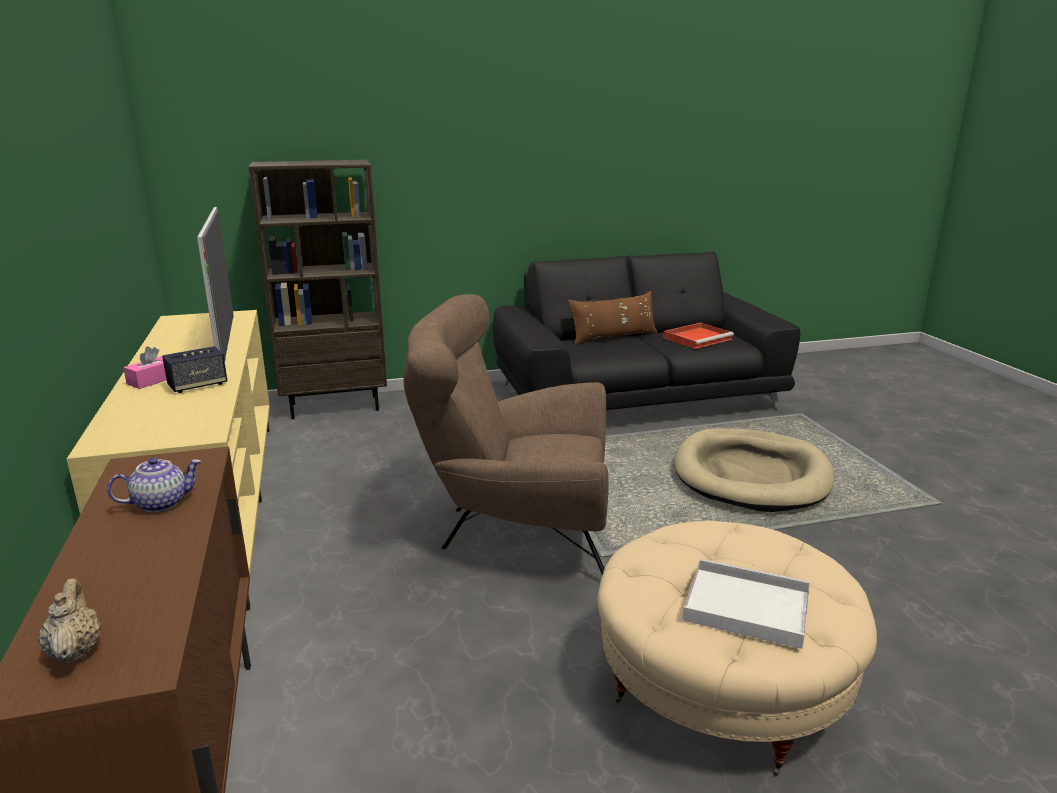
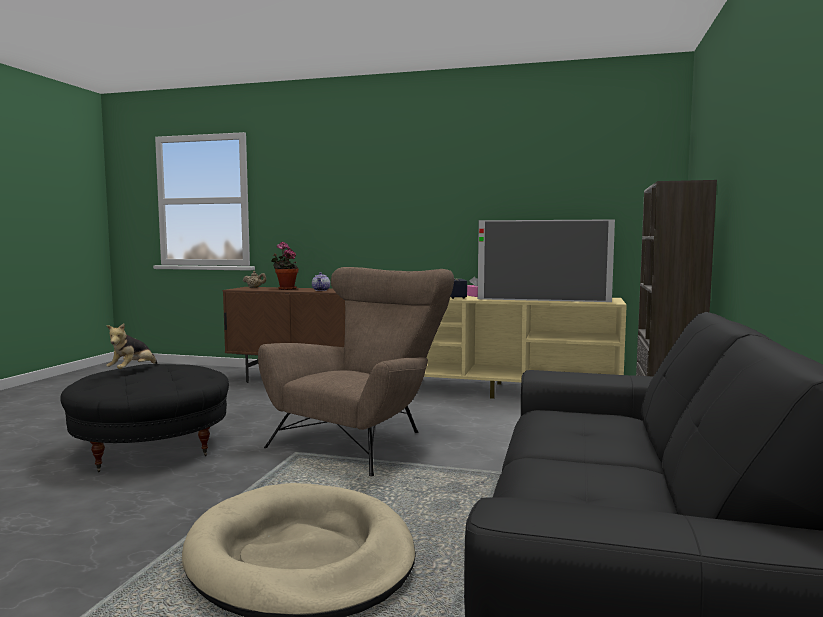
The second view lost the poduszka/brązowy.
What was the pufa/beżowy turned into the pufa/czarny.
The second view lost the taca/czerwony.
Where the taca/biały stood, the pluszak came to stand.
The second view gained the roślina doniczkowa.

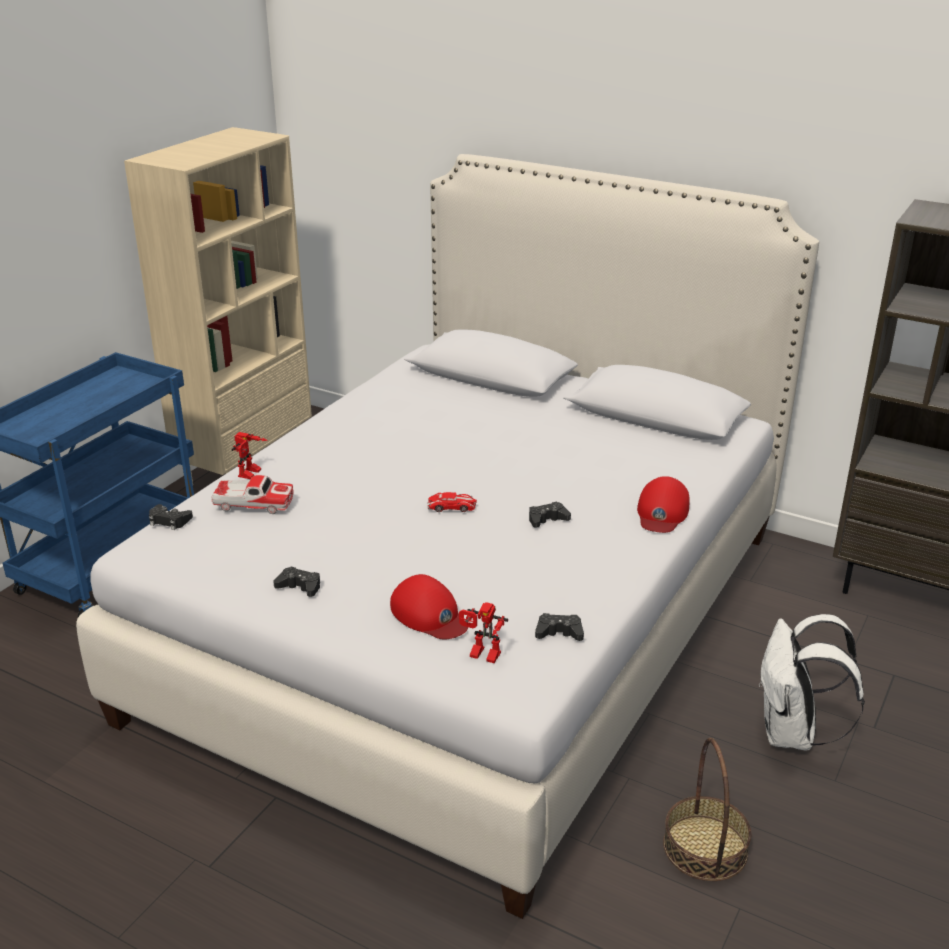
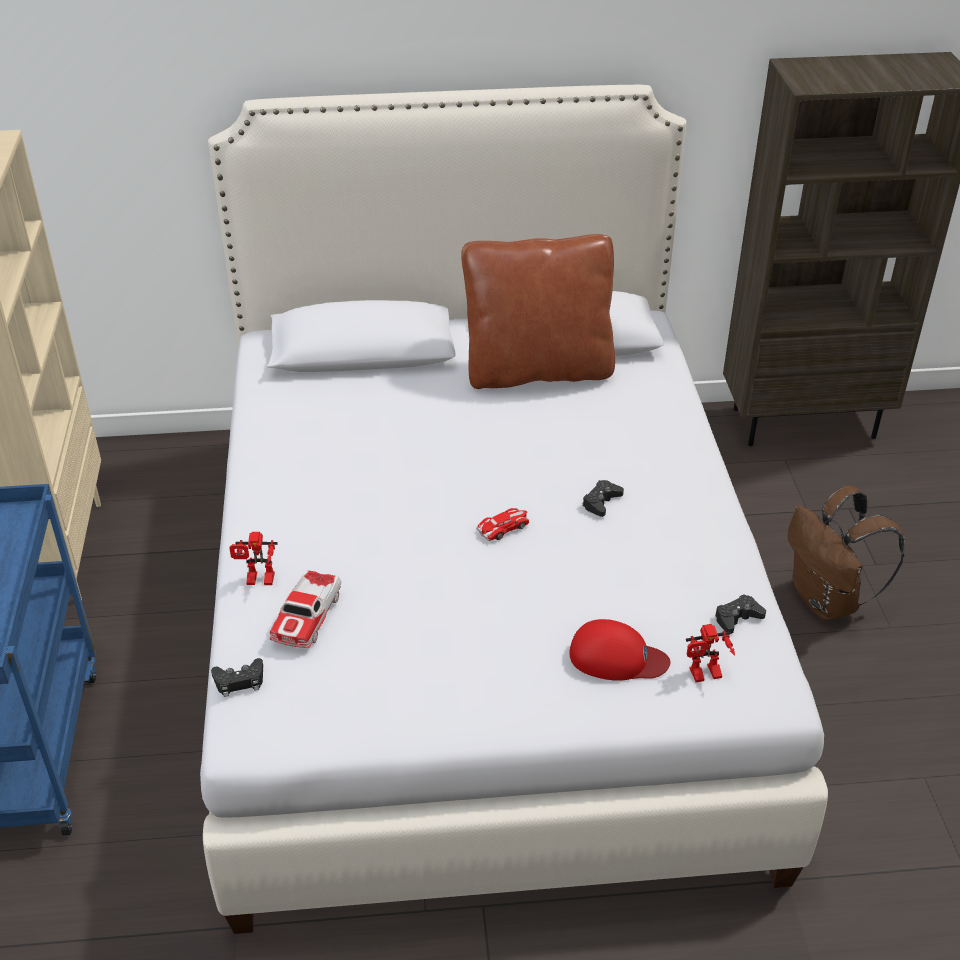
The samochodzik (1st from left) ended up facing another way, 135 degrees clockwise from before.
The robot zabawkowy (1st from left) ended up facing another way, 105 degrees clockwise from before.
The second view lost the pad do gier/czarny (2nd from left).
The second view lost the czapka z daszkiem/czerwony (2nd from left).
The second view lost the koszyk.
What was the plecak/biały turned into the plecak/brązowy.
The second view gained the poduszka/brązowy.

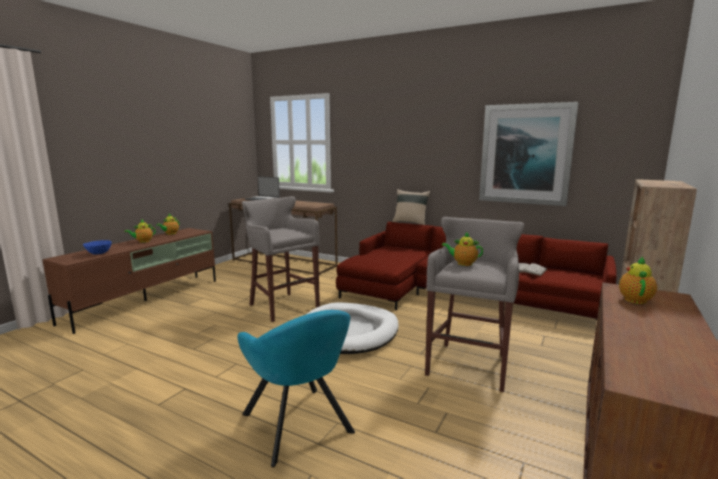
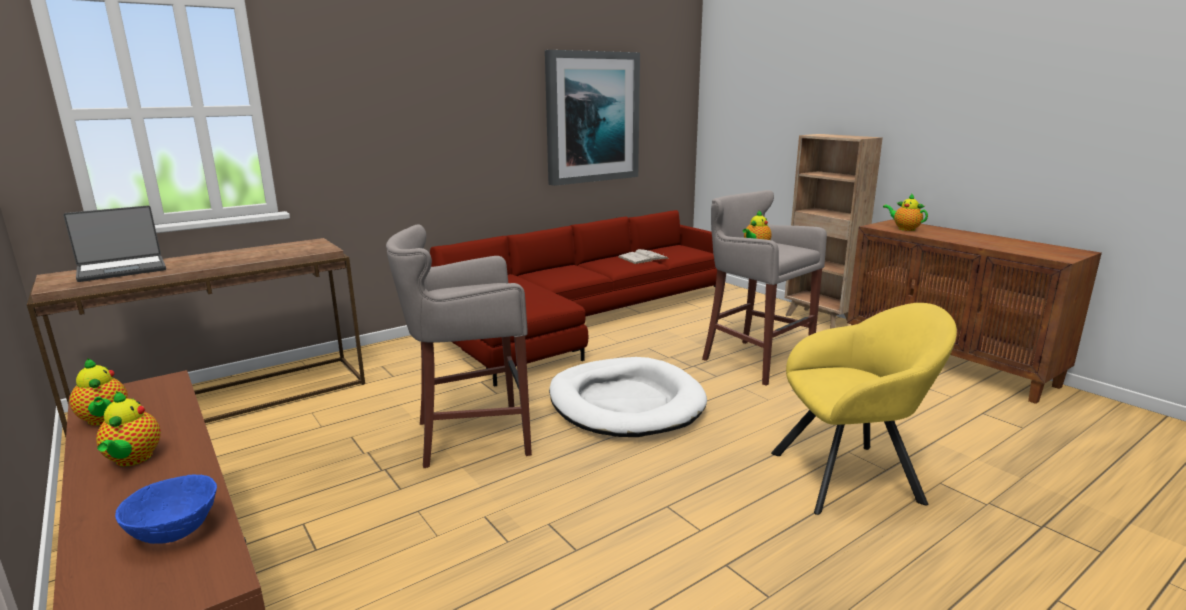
What was the fotel/turkusowy turned into the fotel/żółty.
The second view lost the poduszka/beżowy.

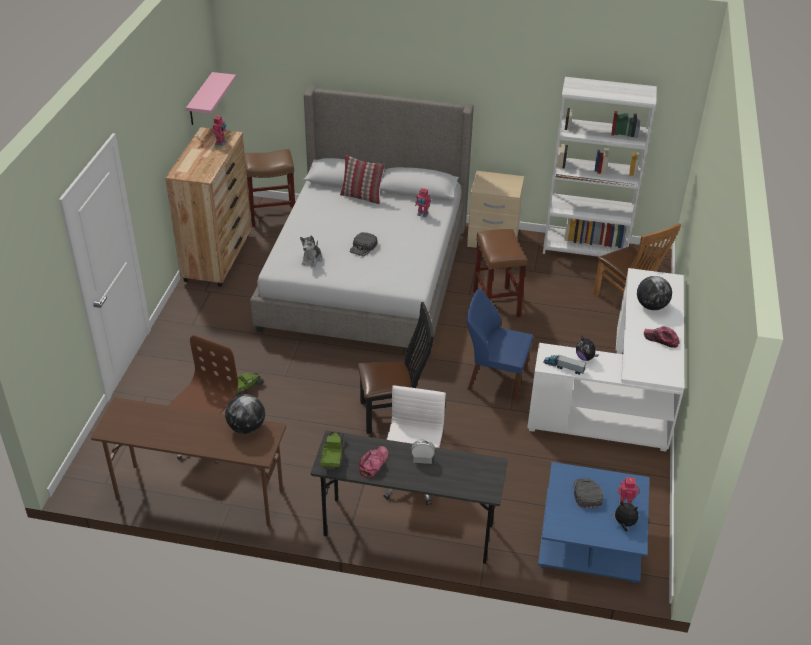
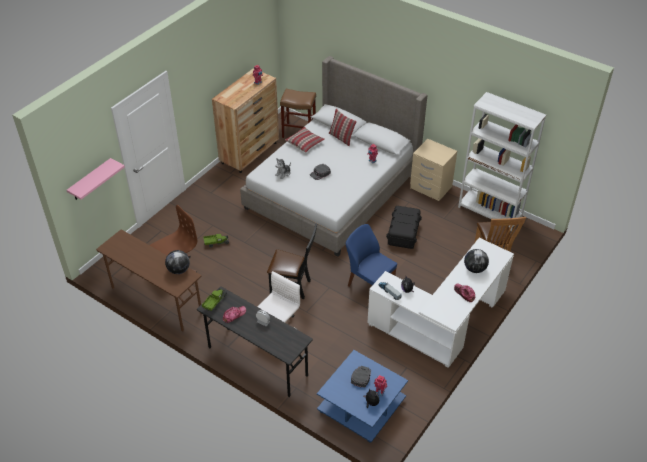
The półka/różowy ended up elsewhere.
Where the stołek/brązowy (2nd from left) stood, the pojemnik do przechowywania/czarny came to stand.
The second view gained the poduszka (1st from left).

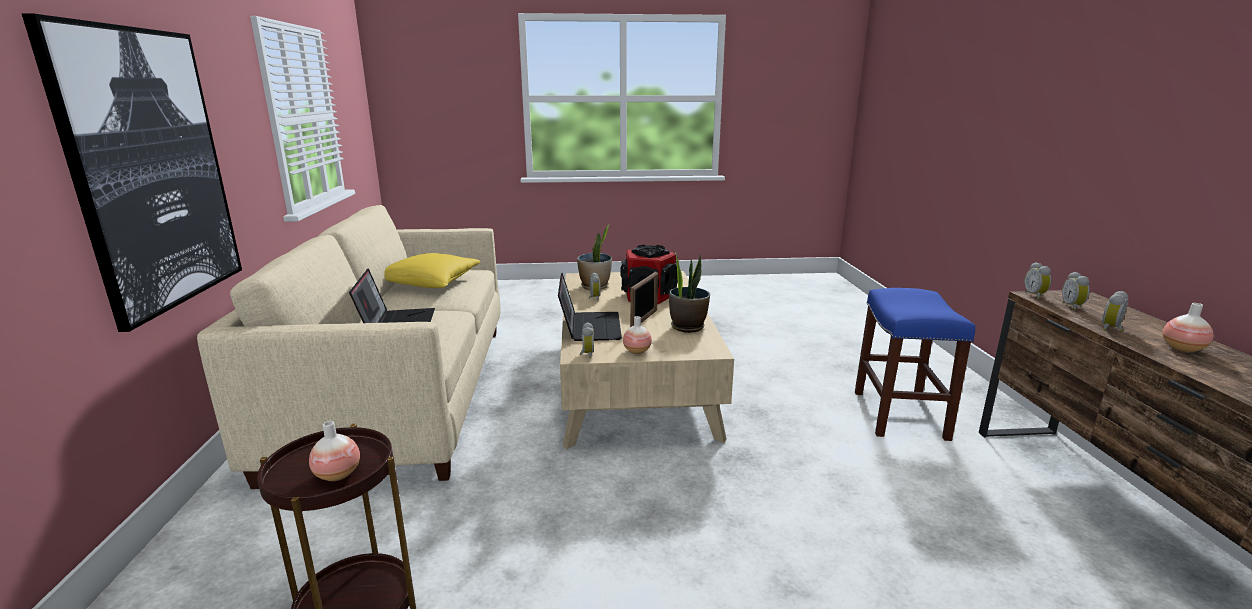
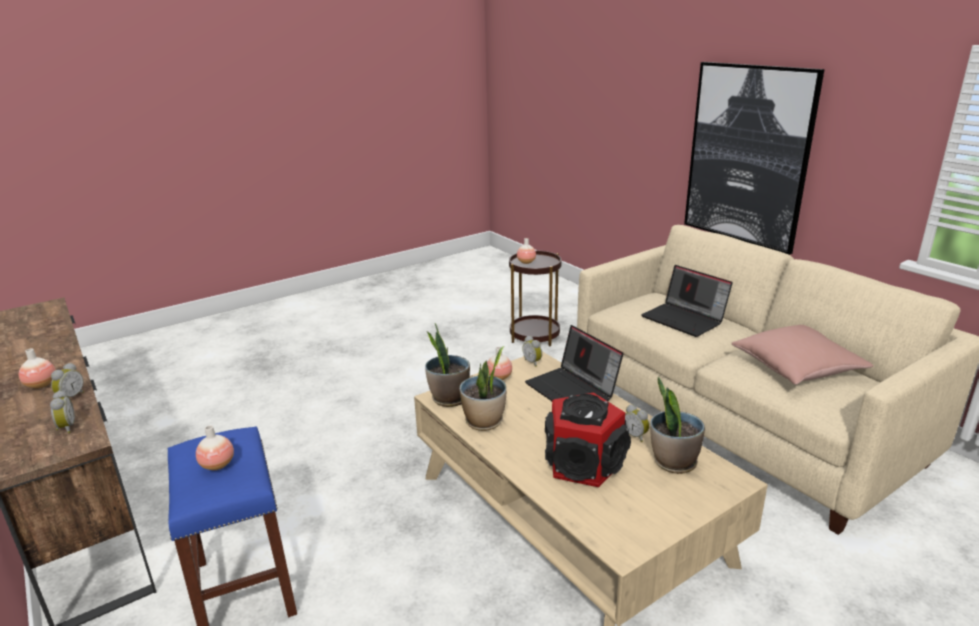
What was the poduszka/żółty turned into the poduszka/różowy.
The second view lost the ramka na zdjęcie.
The second view lost the budzik (3rd from left).
The second view gained the wazon (2nd from left).
The second view gained the roślina doniczkowa (1st from left).

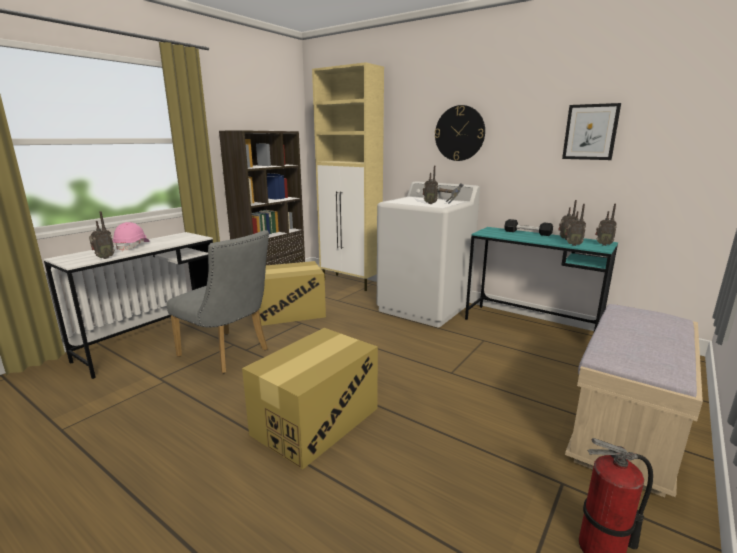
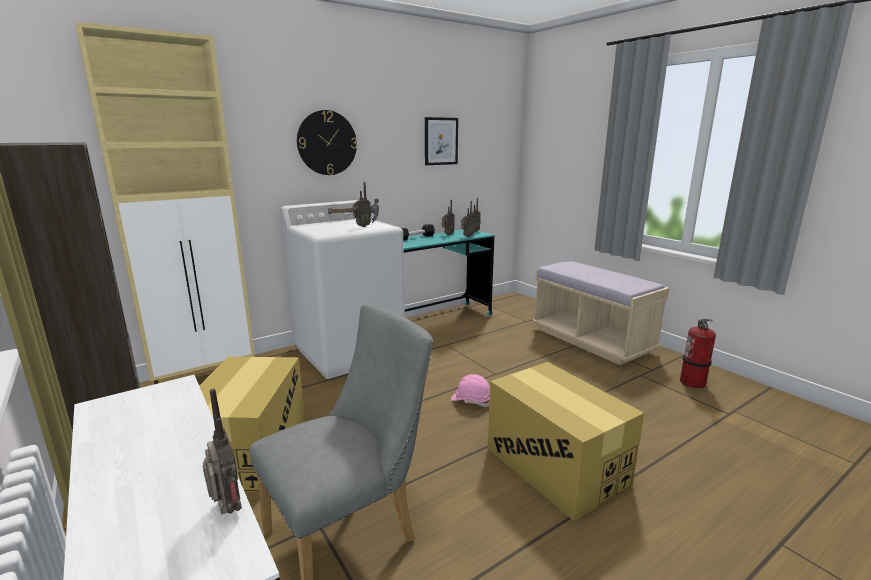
The kask/różowy ended up elsewhere.

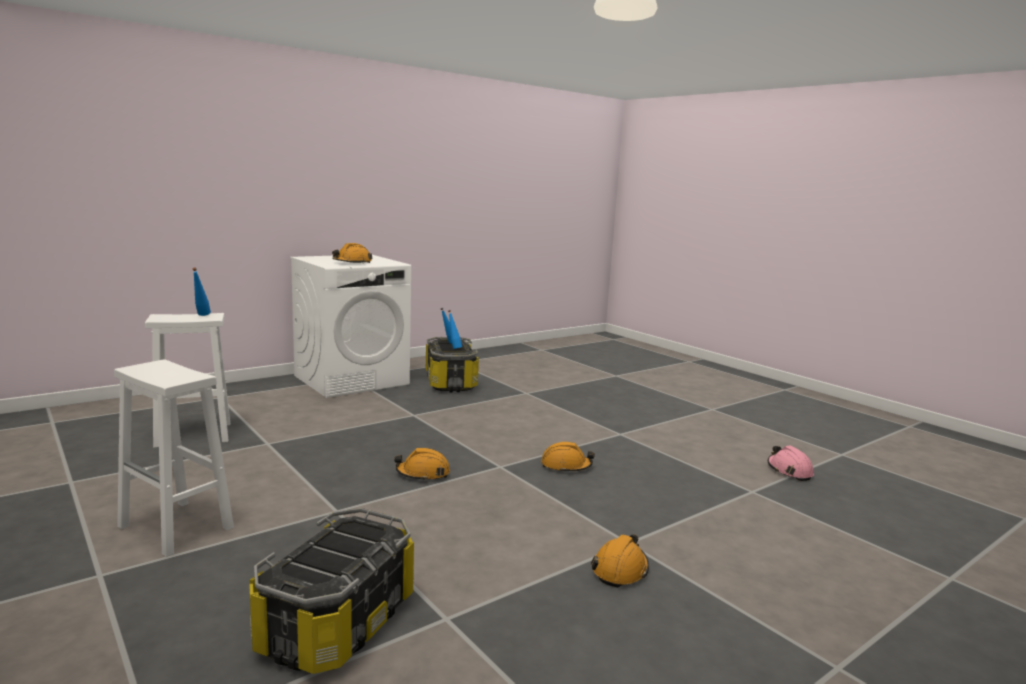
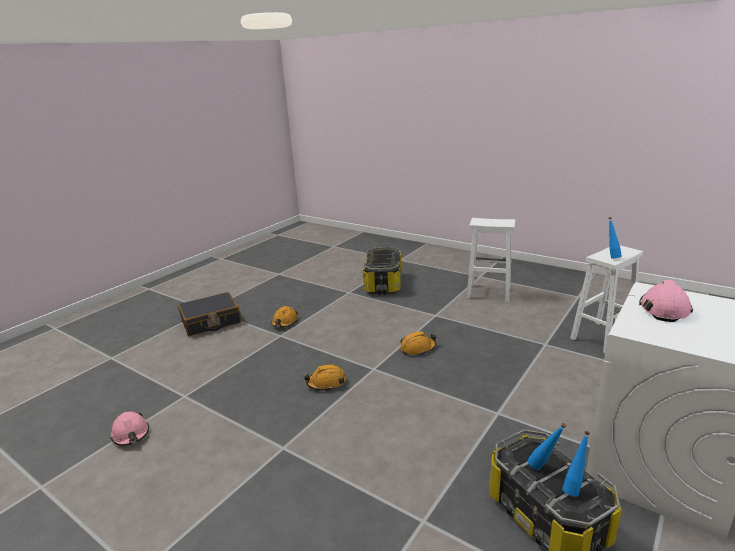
What was the kask/pomarańczowy (1st from left) turned into the kask/różowy (2nd from left).
The second view gained the walizka/czarny.

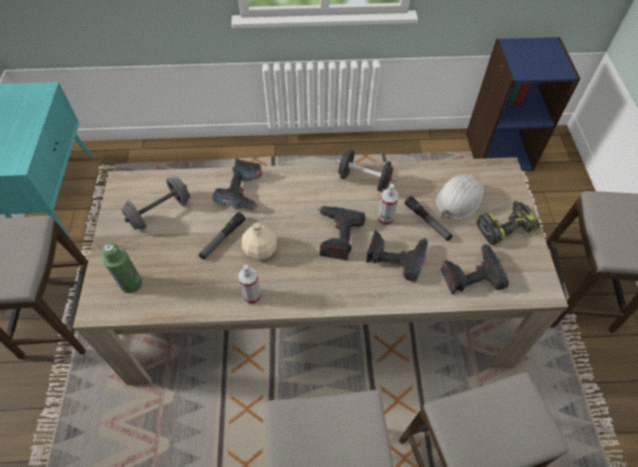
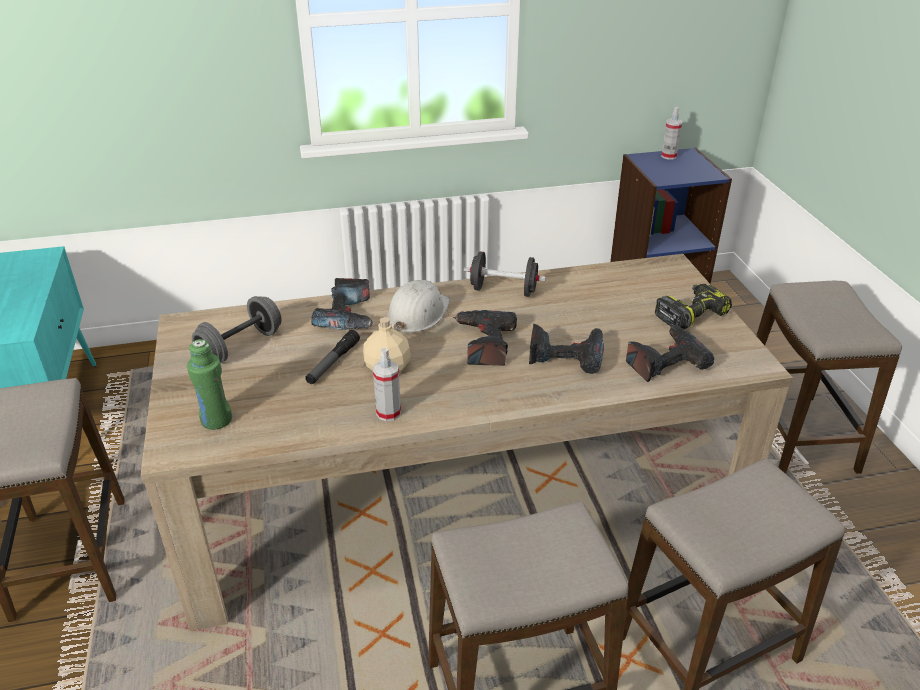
The spryskiwacz (2nd from left) ended up elsewhere.
The second view lost the latarka (2nd from left).
The kask/biały ended up elsewhere.

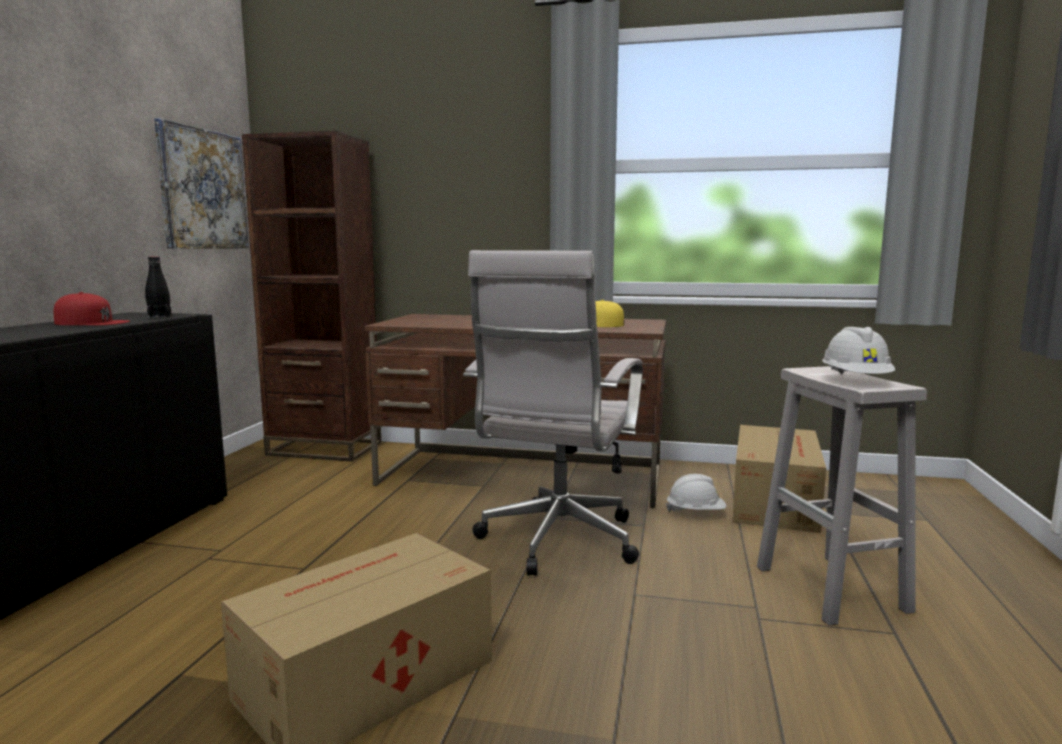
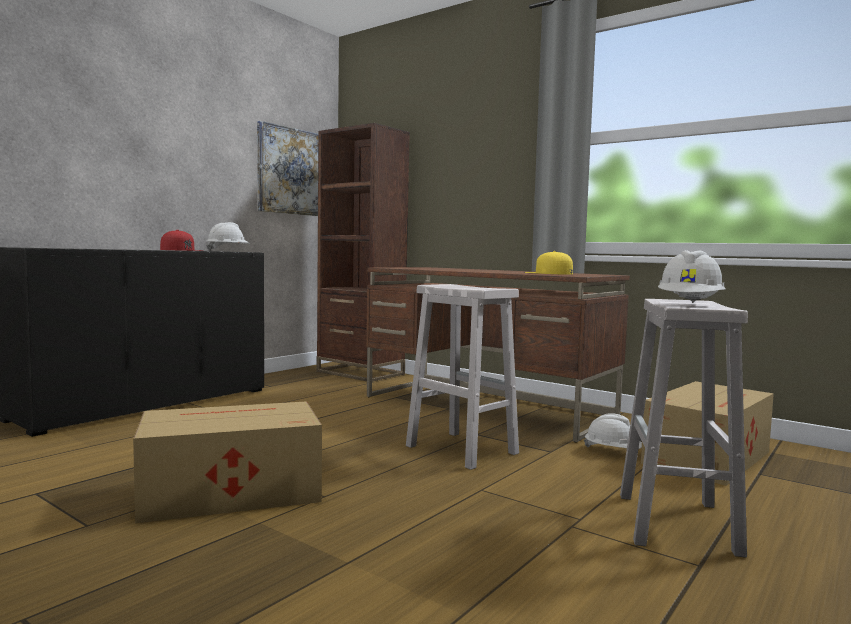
Where the butelka/czarny stood, the kask/biały (1st from left) came to stand.
Where the krzesło biurowe/biały stood, the stołek/biały (1st from left) came to stand.

